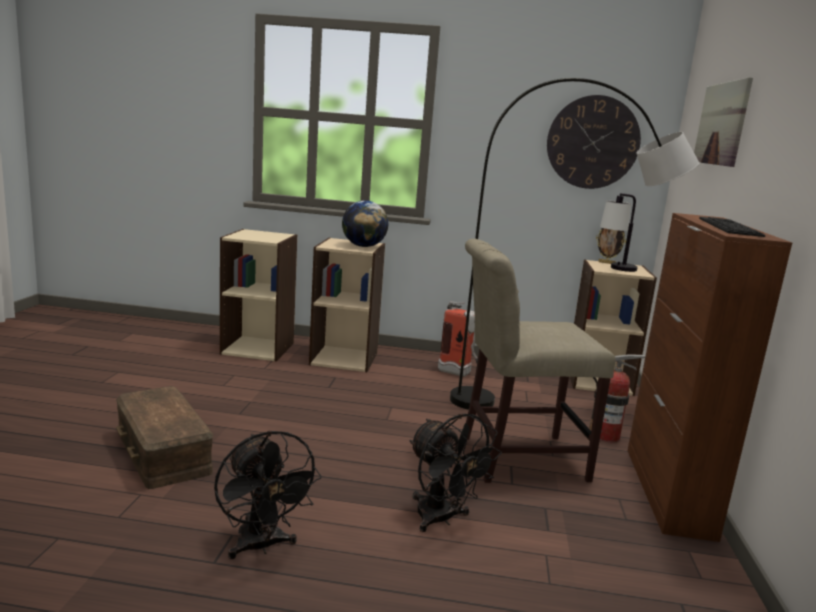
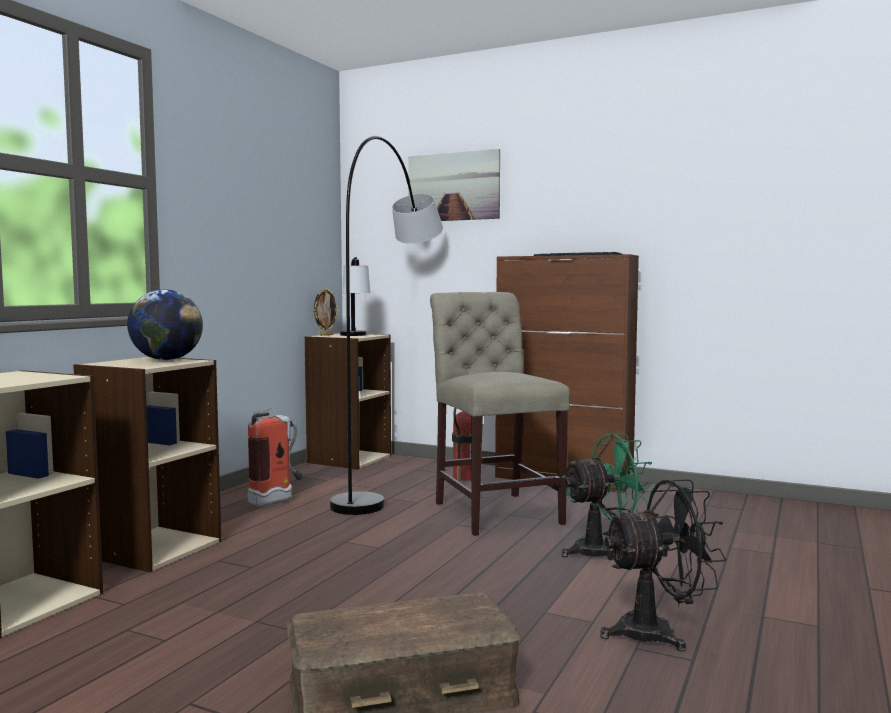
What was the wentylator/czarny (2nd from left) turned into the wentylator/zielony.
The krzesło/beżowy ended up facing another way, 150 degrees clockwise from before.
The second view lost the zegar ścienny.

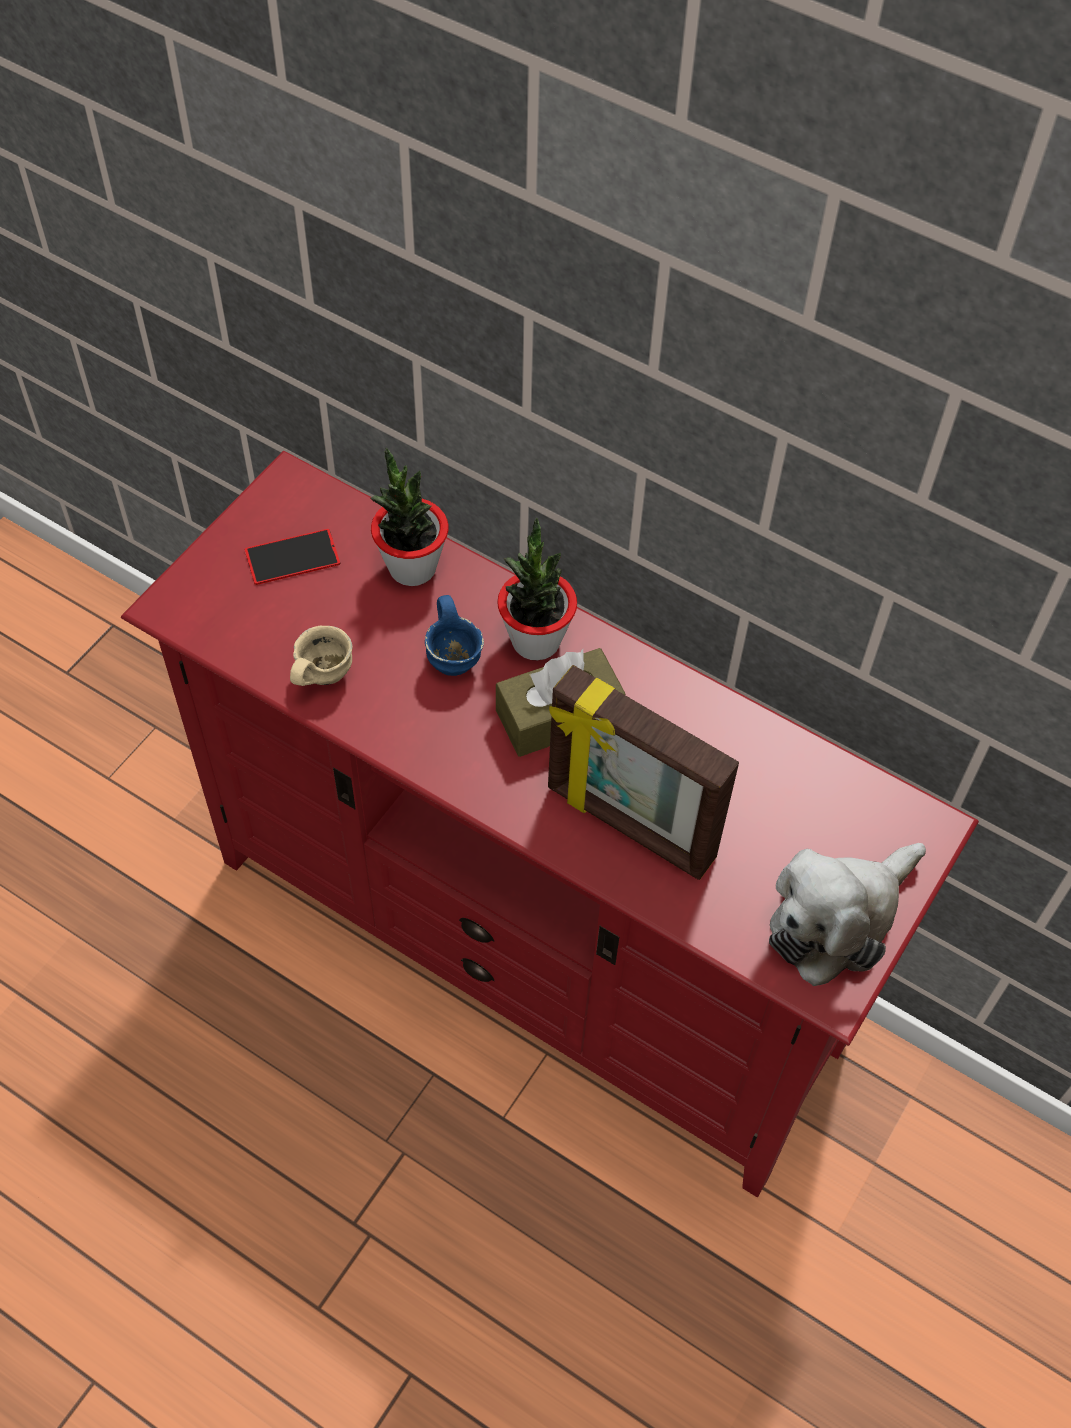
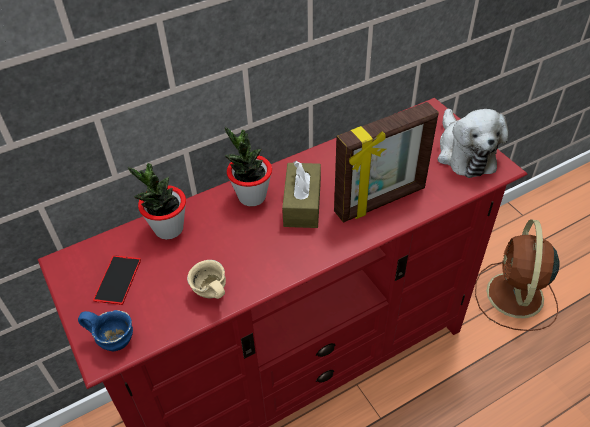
The kubek/niebieski ended up elsewhere.
The second view gained the wentylator/brązowy.

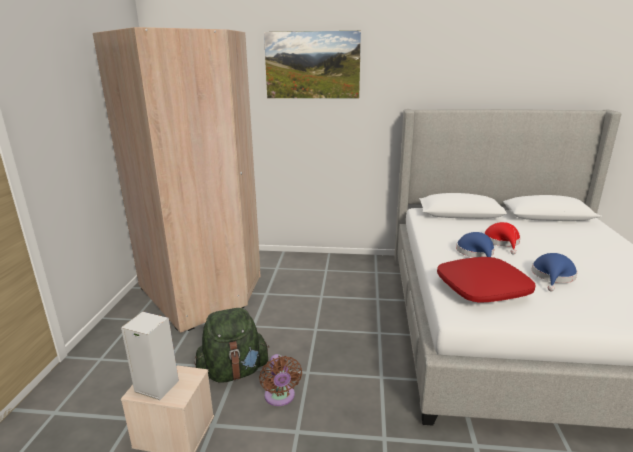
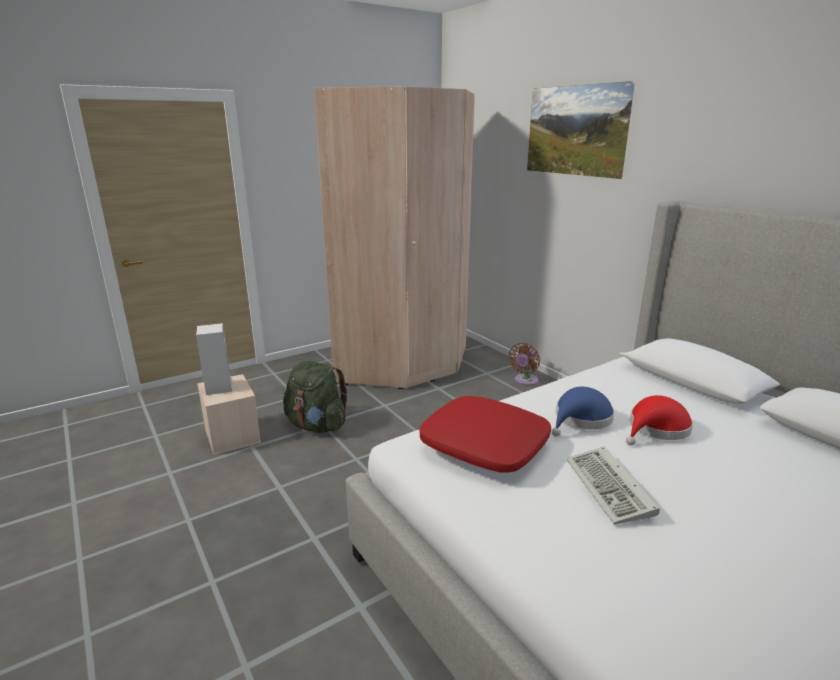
The wentylator/brązowy ended up elsewhere.
Where the kapelusz/niebieski (2nd from left) stood, the klawiatura came to stand.

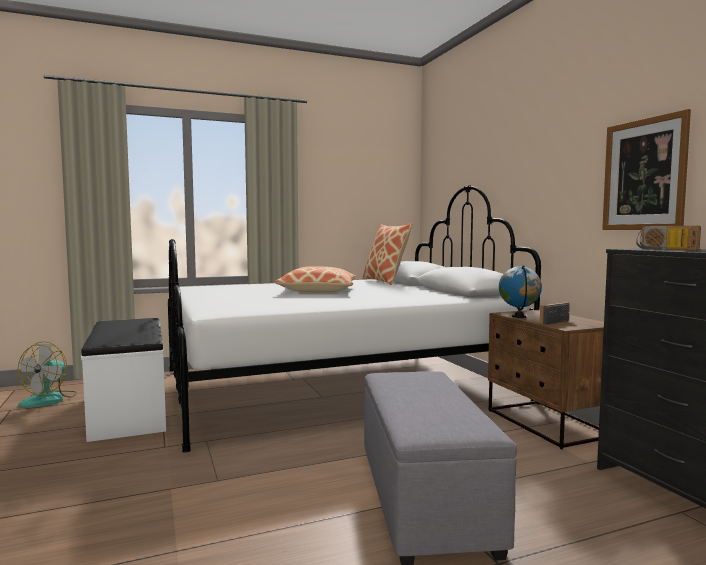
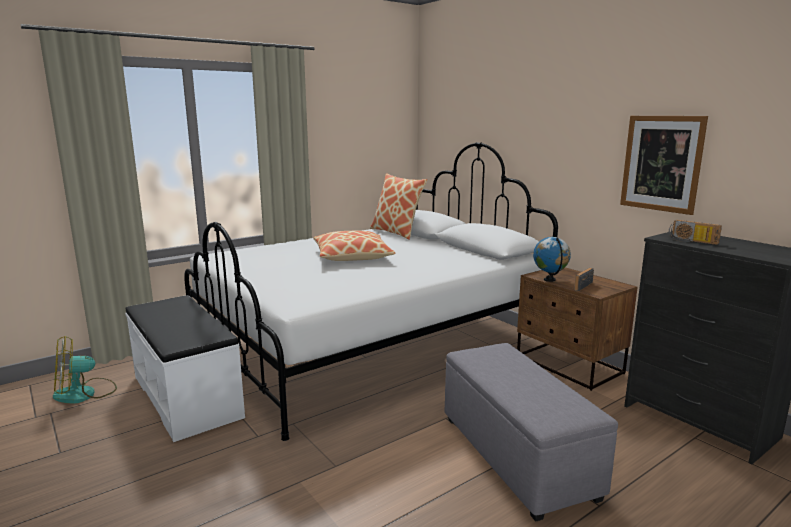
The wentylator ended up facing another way, 60 degrees clockwise from before.

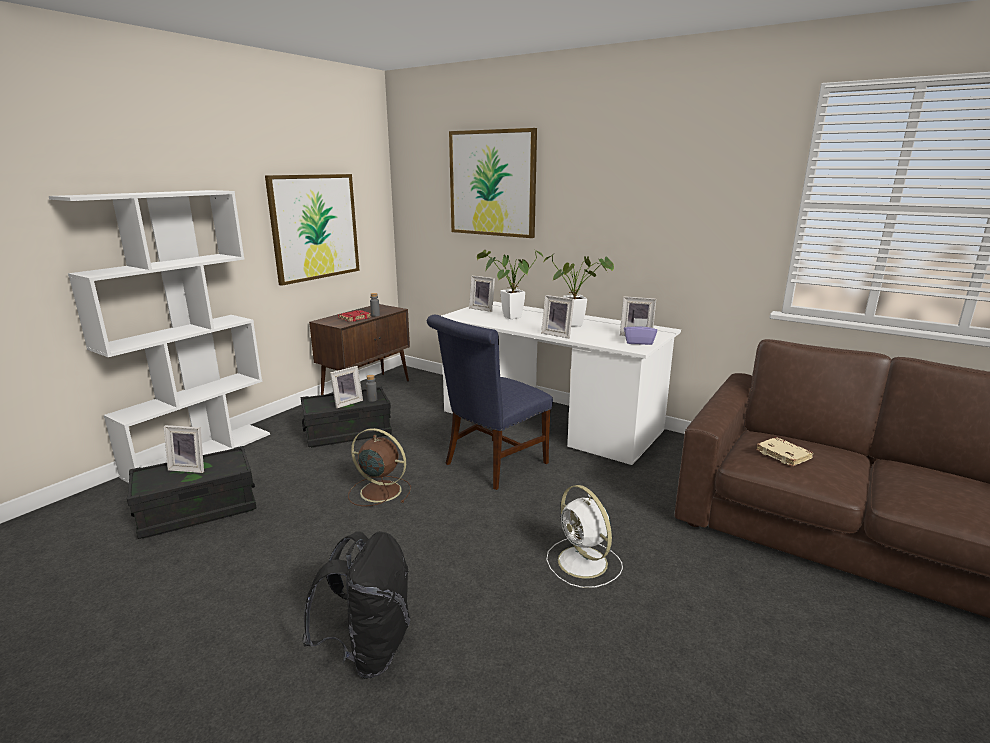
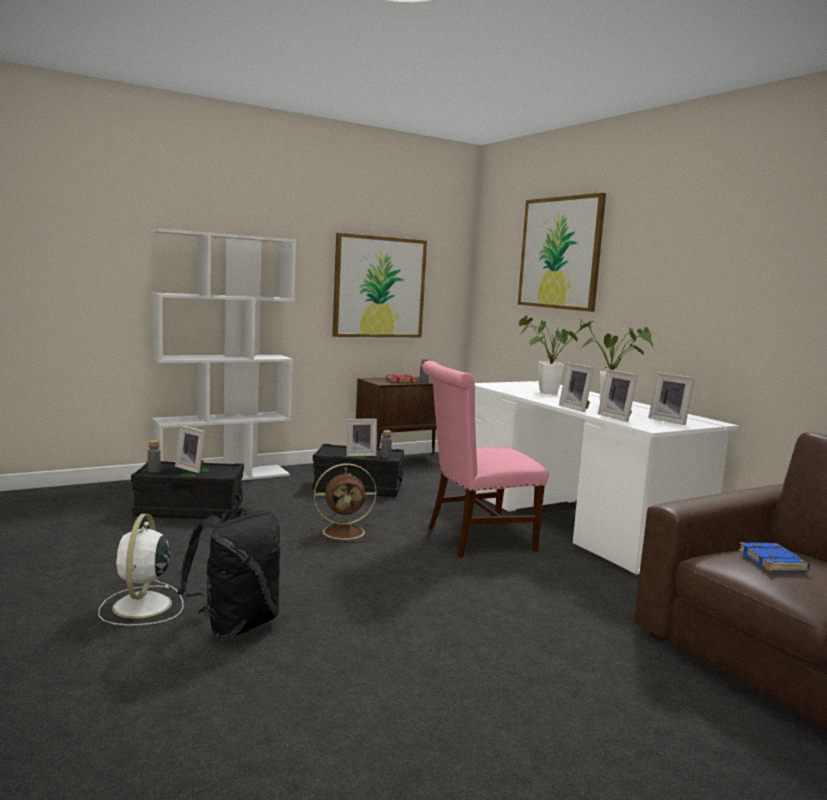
The wentylator/brązowy ended up facing another way, 120 degrees clockwise from before.
What was the krzesło/niebieski turned into the krzesło/różowy.
The ramka na zdjęcie (3rd from left in the first image) ended up elsewhere.
The wentylator/biały ended up elsewhere.
The second view lost the pudełko chusteczek/fioletowy.
What was the książka/beżowy turned into the książka/niebieski.
The second view gained the butelka/szary (1st from left).

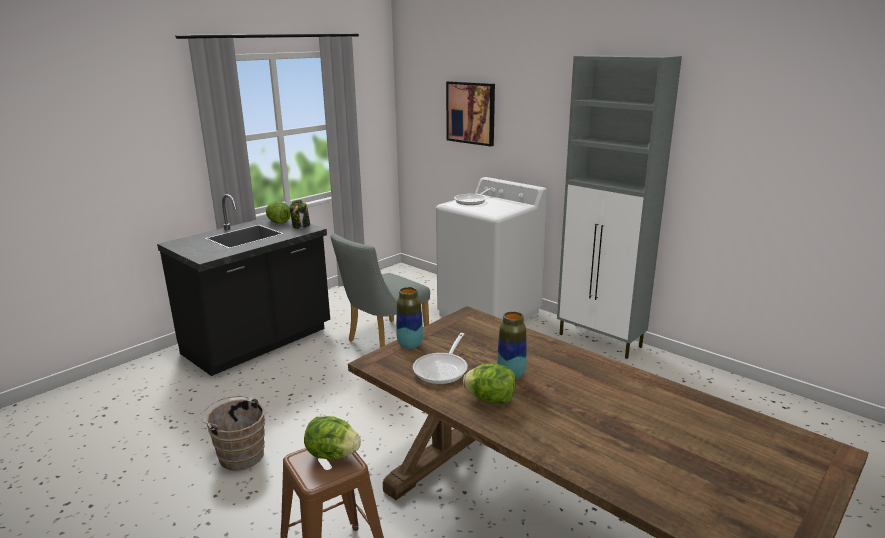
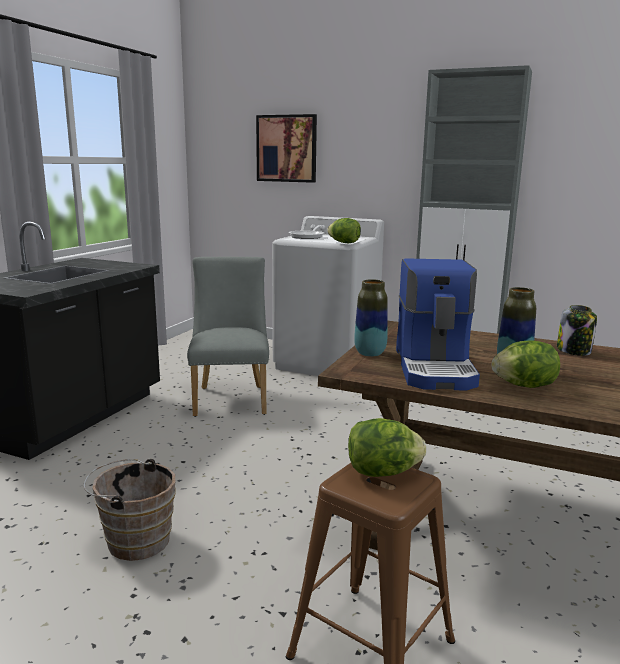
The sałata (1st from left) ended up elsewhere.
The słoik ended up elsewhere.
The krzesło/szary ended up facing another way, 150 degrees clockwise from before.
Where the patelnia (1st from left) stood, the ekspres do kawy came to stand.

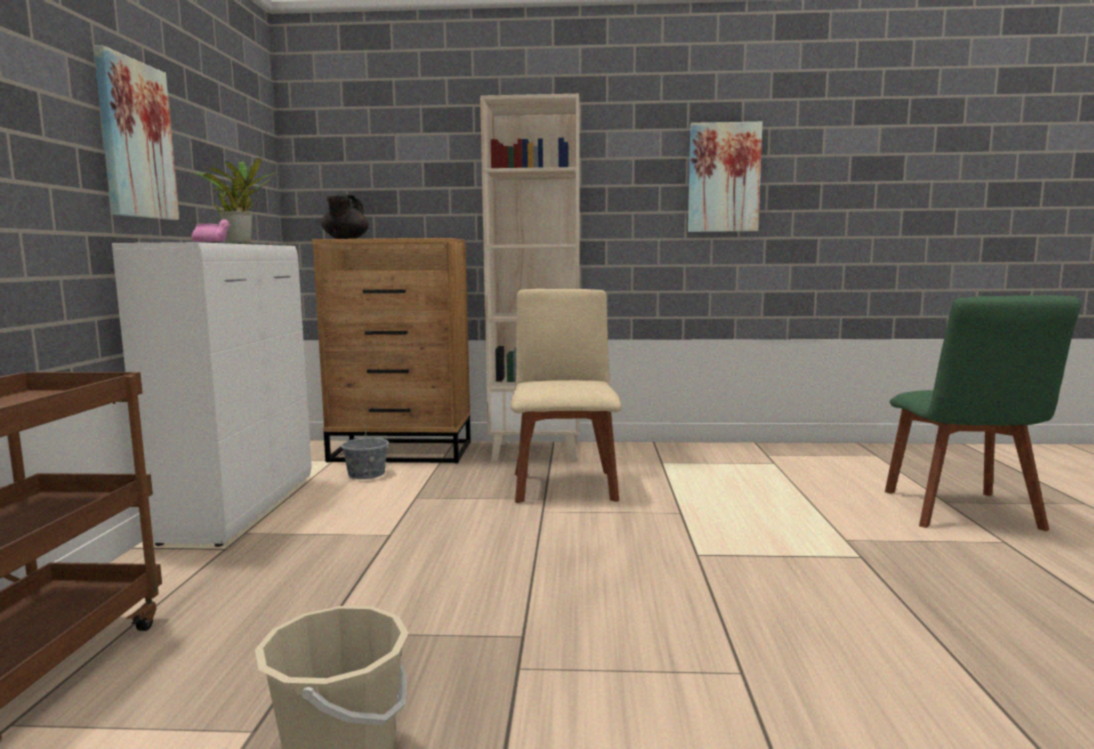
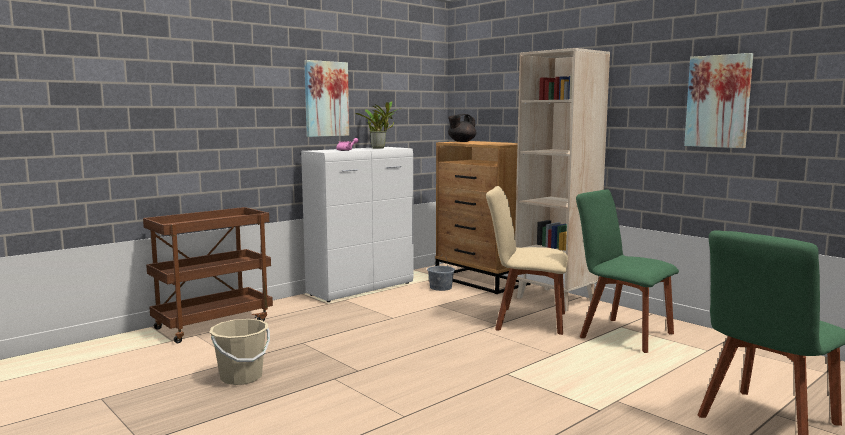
The krzesło/beżowy ended up facing another way, 120 degrees counterclockwise from before.
The second view gained the krzesło/zielony (1st from left).

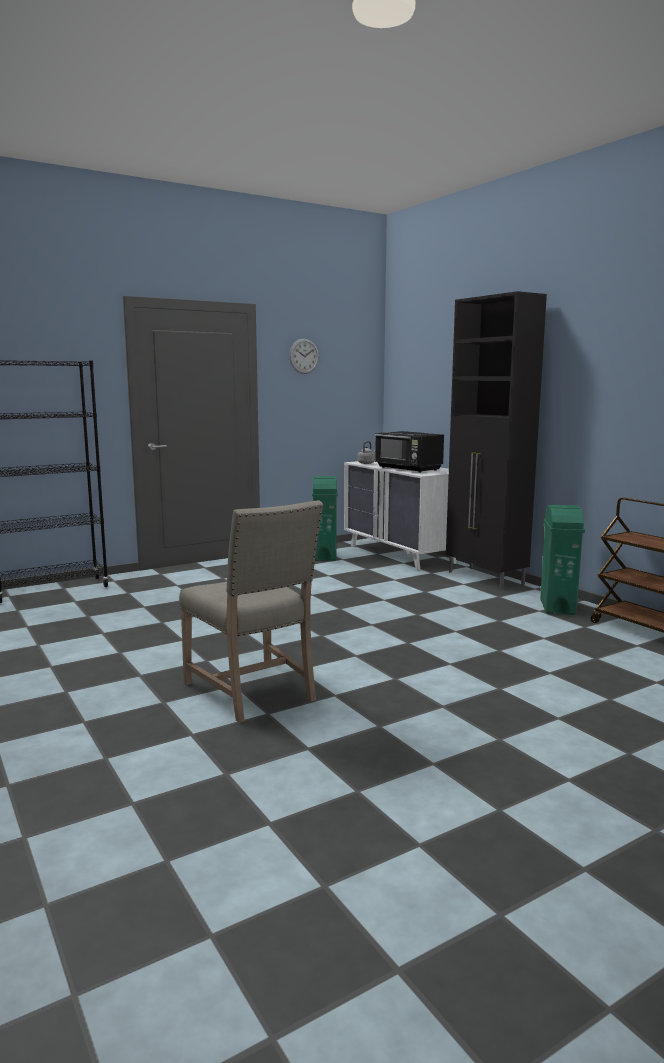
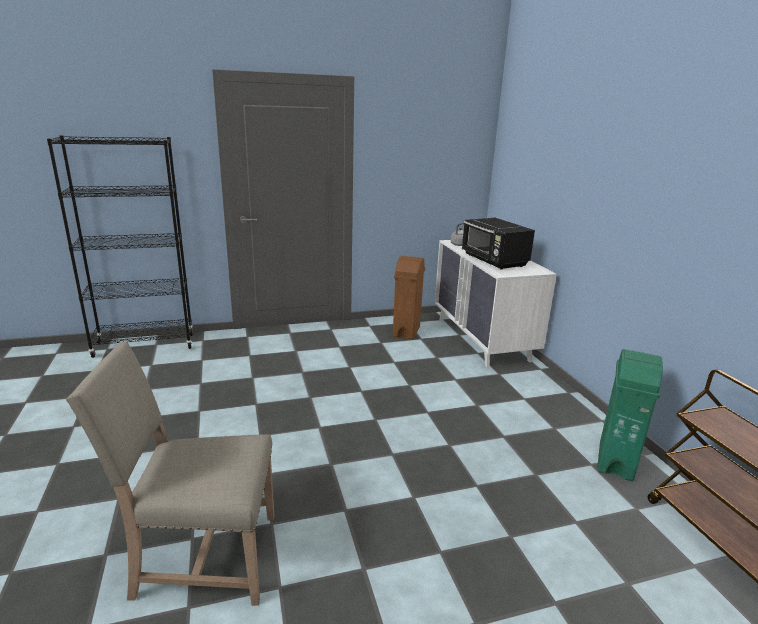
The krzesło/beżowy ended up facing another way, 105 degrees clockwise from before.
The second view lost the zegar ścienny.
What was the kosz na śmieci/zielony (1st from left) turned into the kosz na śmieci/brązowy.
The second view lost the szafka/czarny.

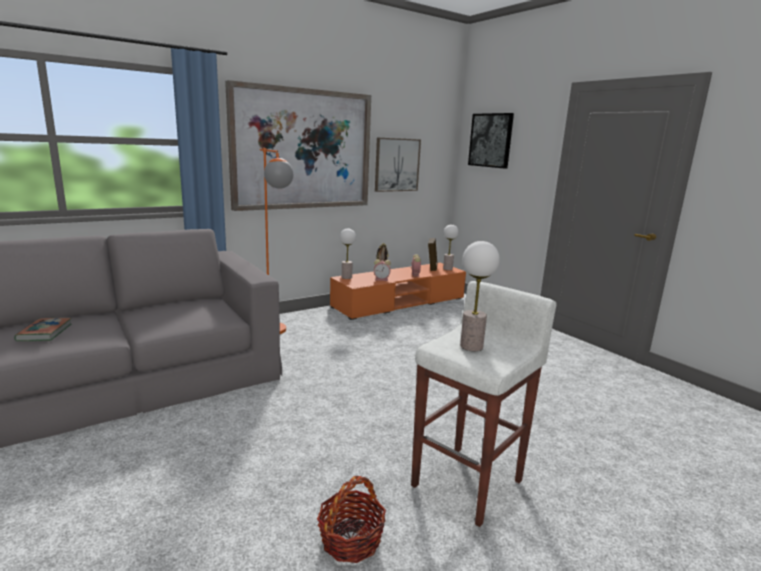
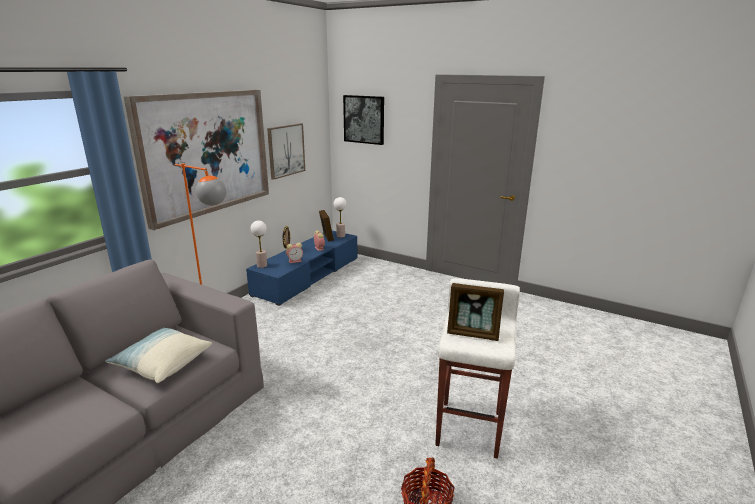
The second view lost the książka.
What was the szafka pod telewizor/pomarańczowy turned into the szafka pod telewizor/niebieski.
Where the lampa stołowa (3rd from left) stood, the ramka na zdjęcie (3rd from left) came to stand.
The second view gained the poduszka.

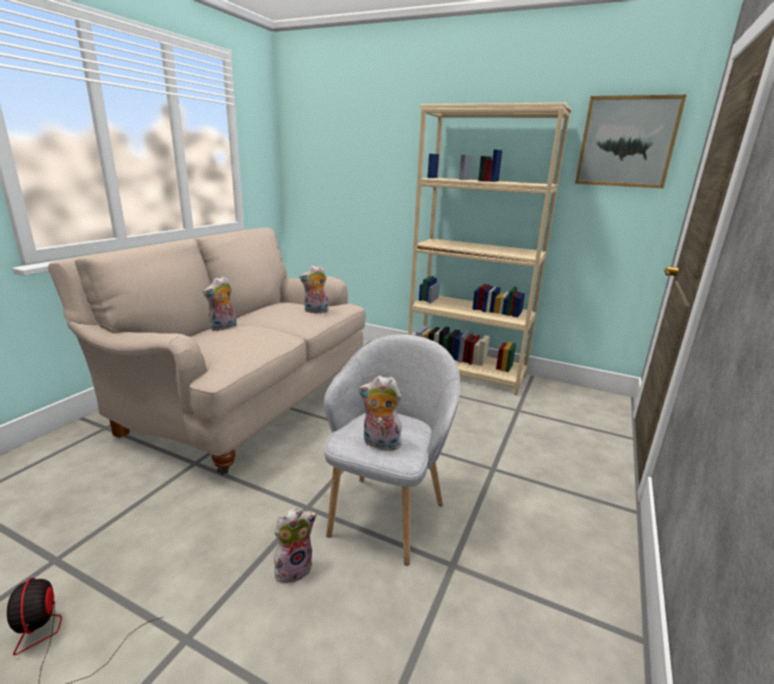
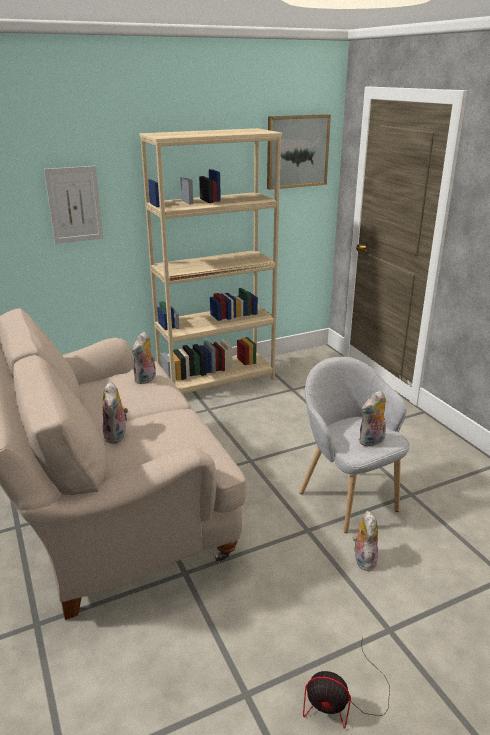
The second view gained the obraz (1st from left).

